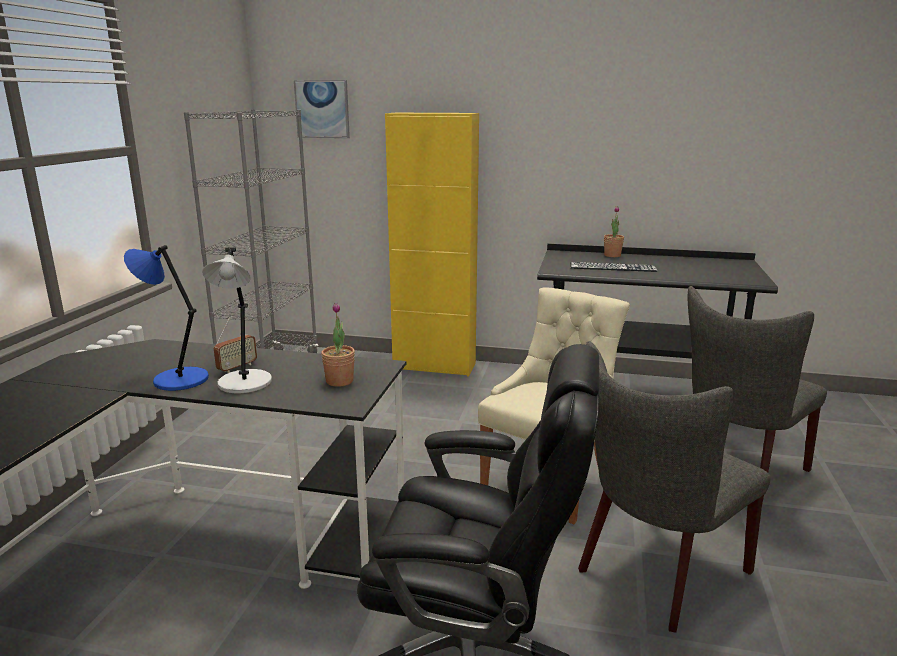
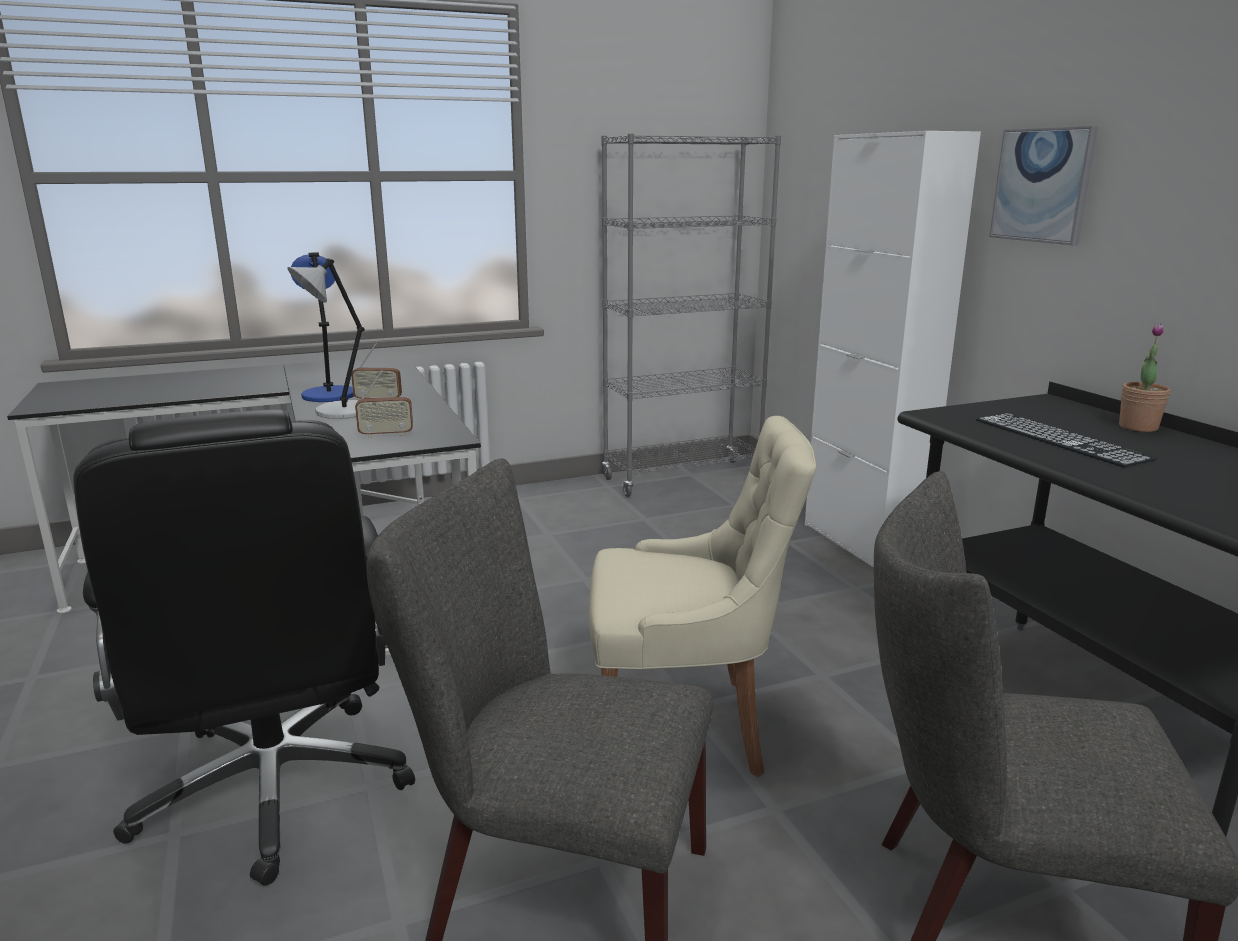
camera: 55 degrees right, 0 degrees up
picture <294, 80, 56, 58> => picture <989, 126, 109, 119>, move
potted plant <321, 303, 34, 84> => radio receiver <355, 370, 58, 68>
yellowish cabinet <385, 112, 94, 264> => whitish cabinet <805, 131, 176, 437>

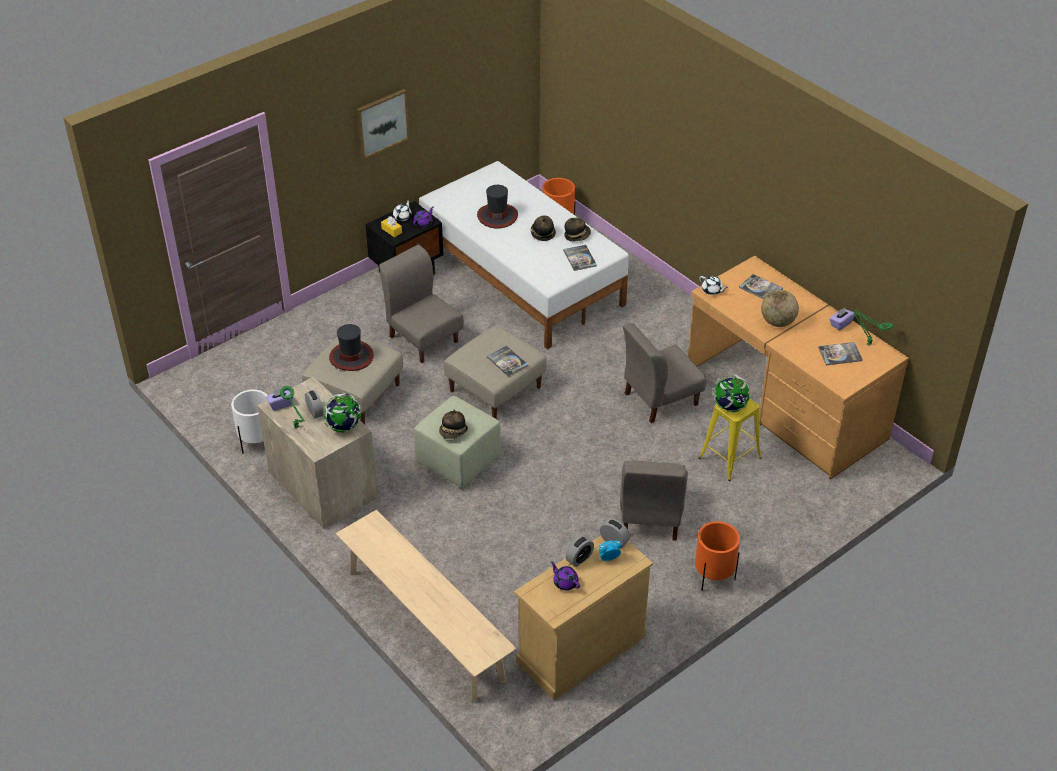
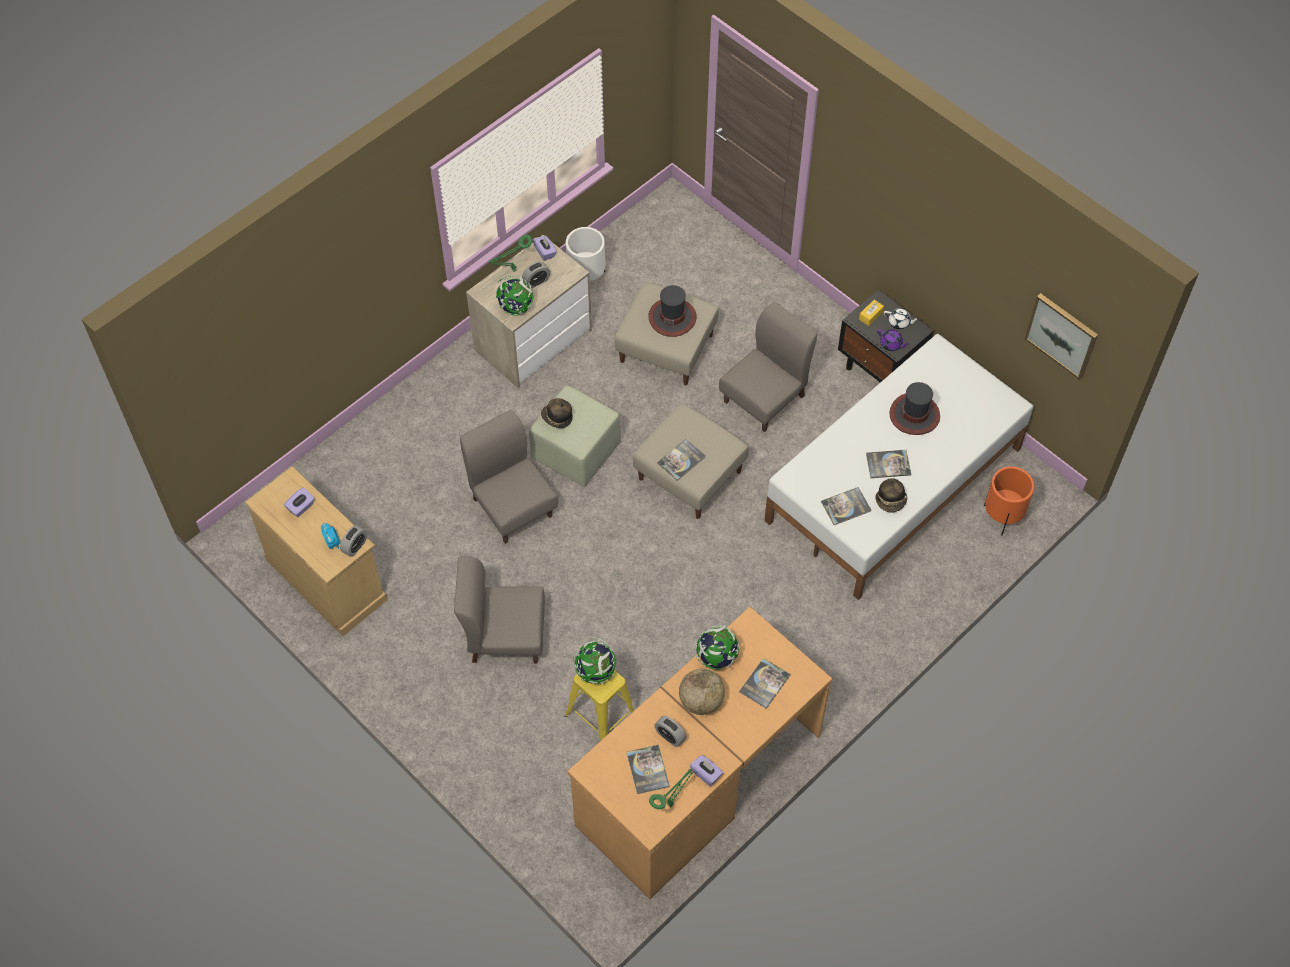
camera: 85 degrees right, 15 degrees up
beige long seat <336, 510, 181, 192> => nothing
picture <357, 89, 53, 71> => picture <1024, 293, 74, 87>, move
hat <531, 216, 25, 25> => book <866, 450, 45, 28>
purple-coloured pot for tea <551, 561, 29, 29> => purple-coloured tissue holder <284, 487, 31, 30>
alarm clock <566, 536, 28, 31> => alarm clock <654, 716, 32, 31>, move
greyish chair <623, 323, 83, 100> => greyish chair <460, 410, 98, 134>, move
orangey plant pot <695, 521, 45, 70> => nothing
whitish pot for tea <699, 276, 29, 19> => nothing
nothing => globe <696, 625, 44, 45>

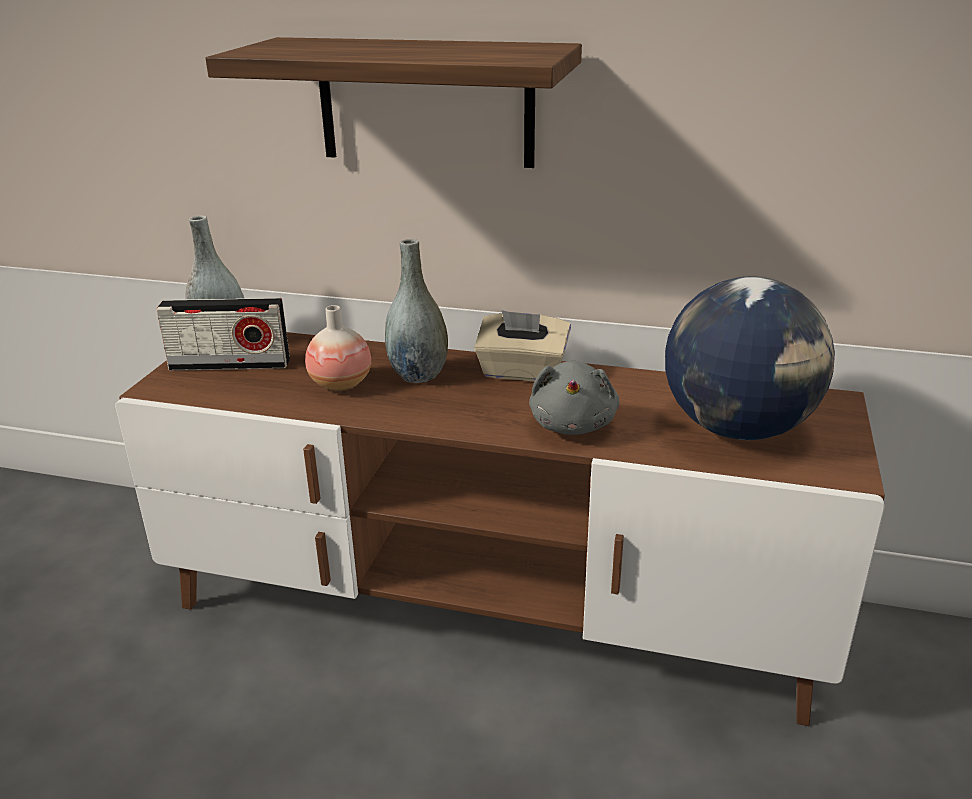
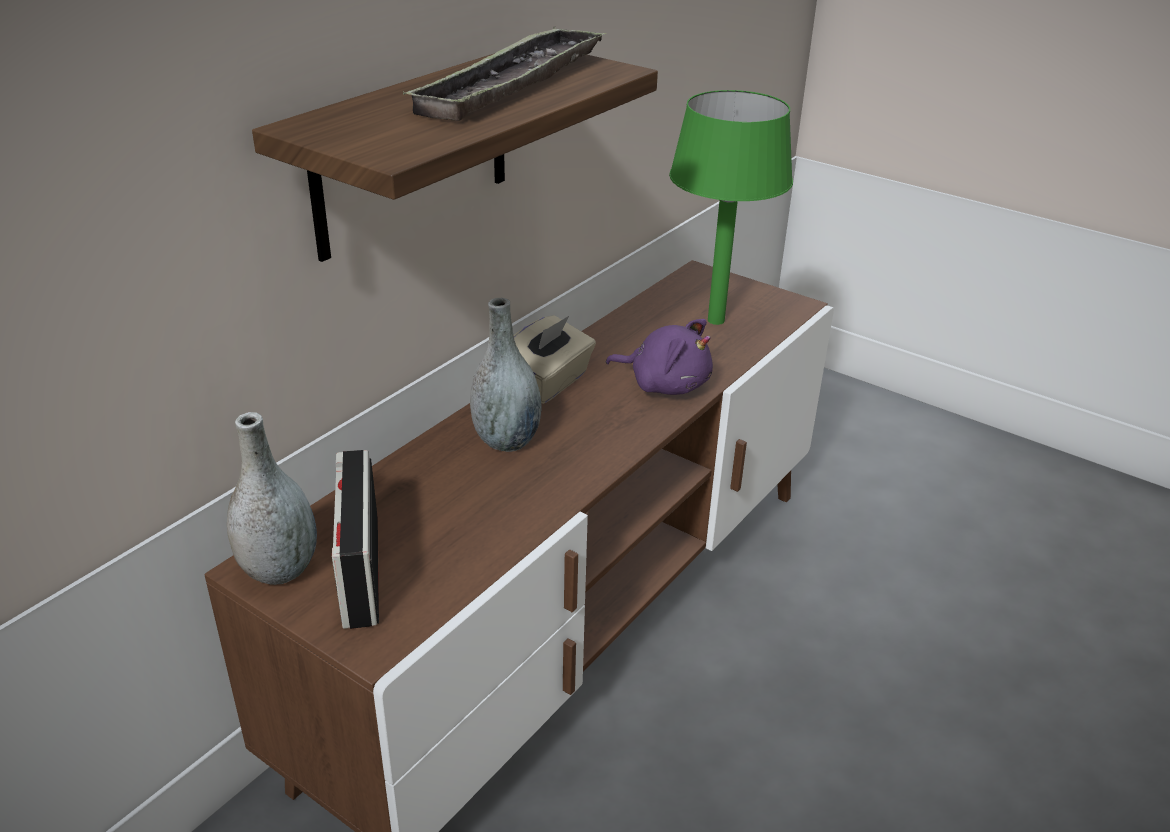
camera: 70 degrees left, 5 degrees up
radio receiver <156, 298, 134, 73> => radio receiver <332, 450, 47, 179>, 150 degrees clockwise
vase <305, 305, 66, 86> => nothing
greyish cuddly toy <529, 361, 90, 74> => purple-coloured cuddly toy <606, 319, 107, 76>
globe <665, 277, 170, 163> => green-coloured table lamp <669, 90, 124, 235>
nothing => serving tray <403, 26, 203, 95>

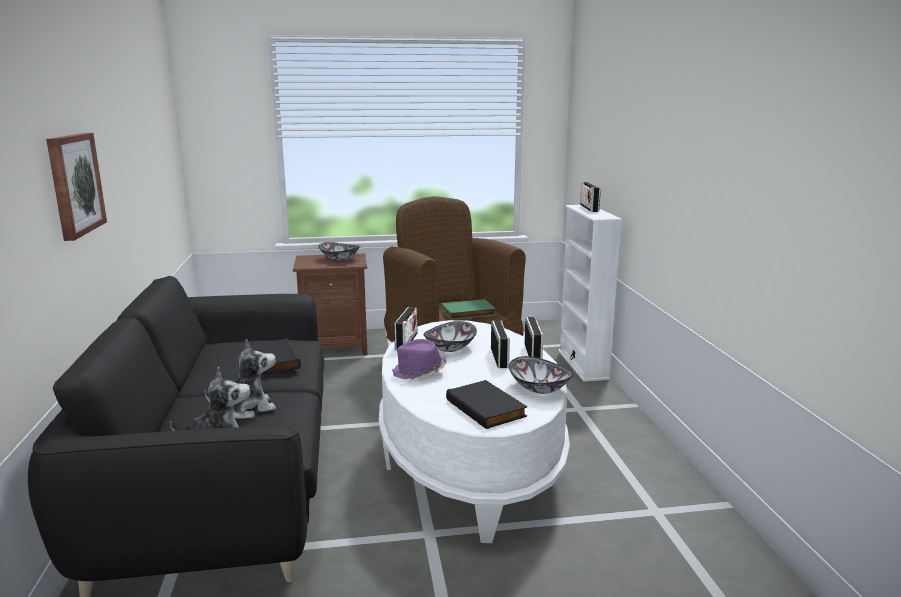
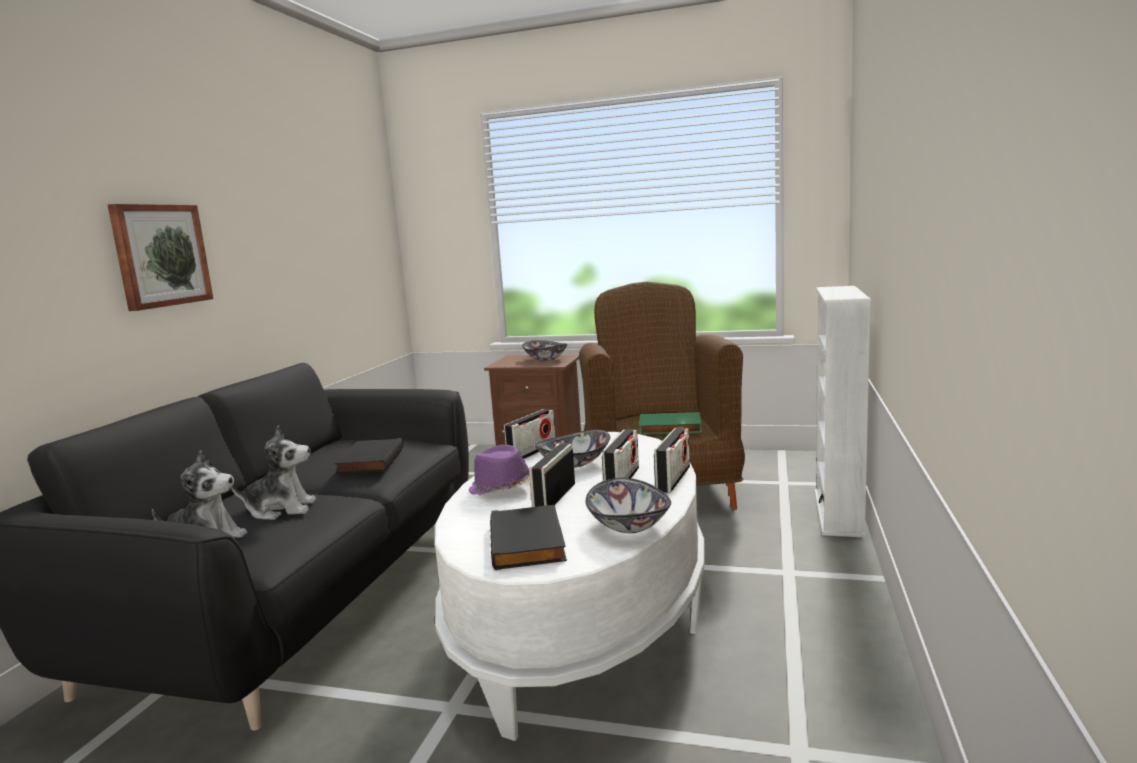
camera: 25 degrees right, 5 degrees down
radio receiver <580, 182, 21, 30> => radio receiver <529, 443, 46, 64>, move

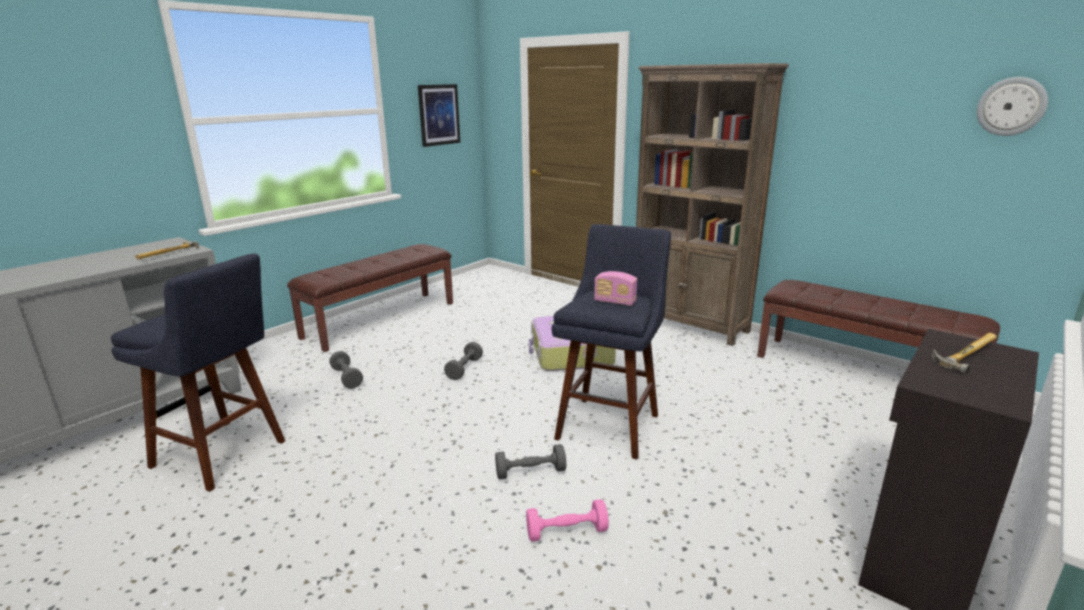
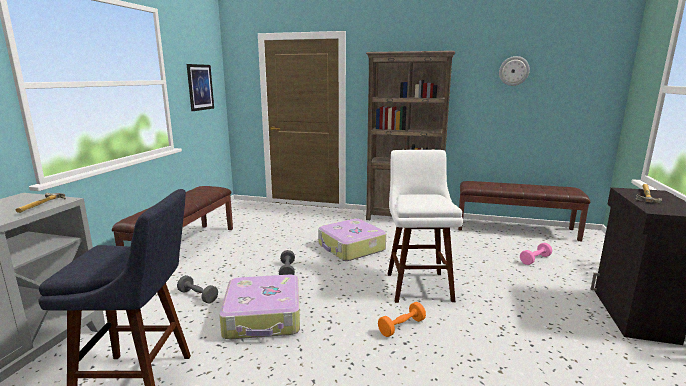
camera: 25 degrees left, 5 degrees down
greyish dumbbell <495, 444, 71, 36> => orangey dumbbell <378, 302, 48, 35>
pink-coloured dumbbell <526, 499, 83, 43> => pink-coloured dumbbell <520, 243, 32, 22>, move
blue sitting stool <552, 224, 119, 235> => whitish sitting stool <388, 150, 75, 153>
radio receiver <594, 271, 43, 35> => nothing
clock on the wall <977, 77, 71, 59> => clock on the wall <499, 56, 31, 30>, move
nothing => suitcase <219, 275, 81, 64>

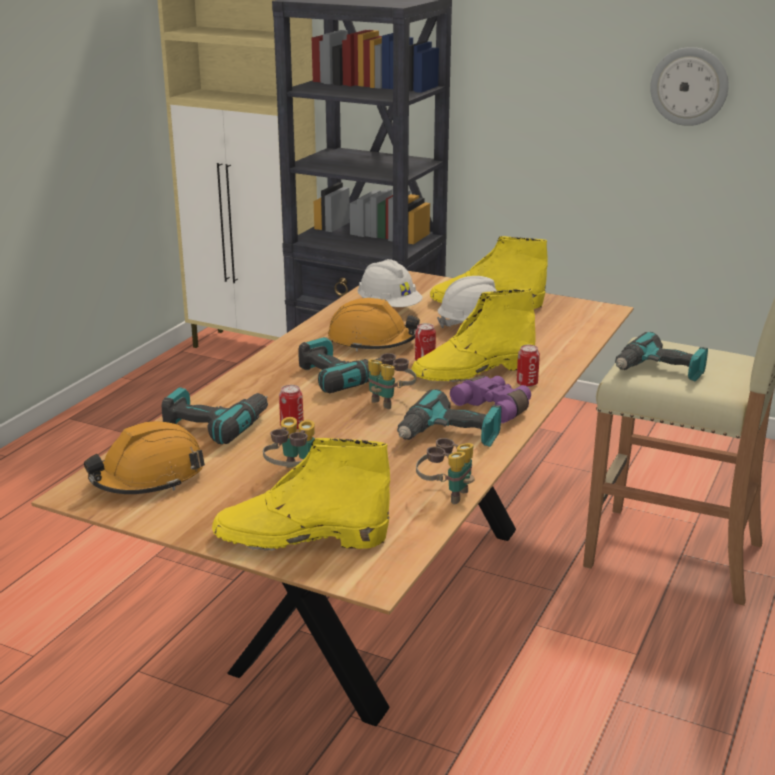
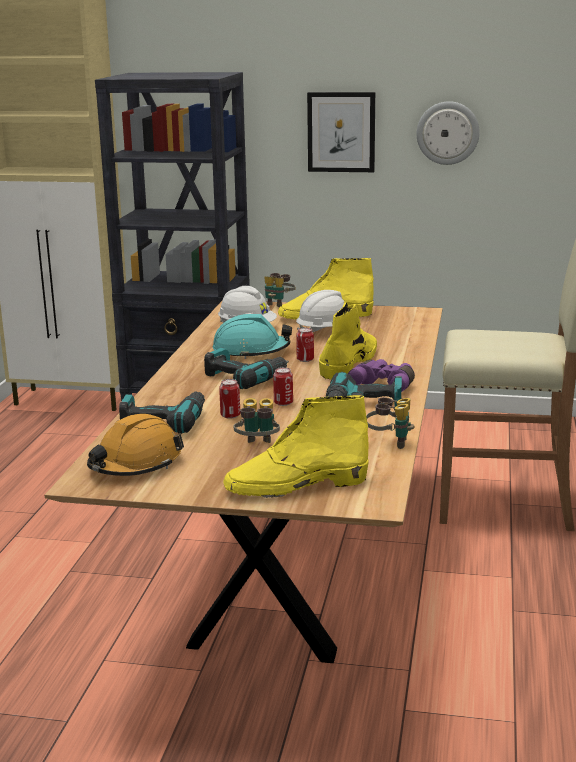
camera: 15 degrees left, 5 degrees down
orangey safety helmet <328, 298, 92, 54> => blue-green safety helmet <213, 314, 79, 45>
pair of binoculars <368, 353, 48, 56> => pair of binoculars <264, 273, 32, 34>, move
yellowish tall boot <411, 289, 124, 93> => yellowish tall boot <319, 302, 58, 77>, 150 degrees clockwise
metal can <516, 345, 24, 42> => metal can <273, 367, 20, 39>, move
electric drill <615, 332, 93, 49> => nothing
nothing => picture <307, 92, 68, 80>

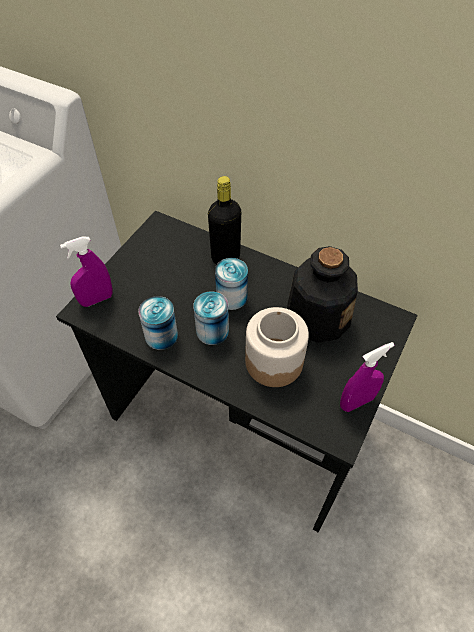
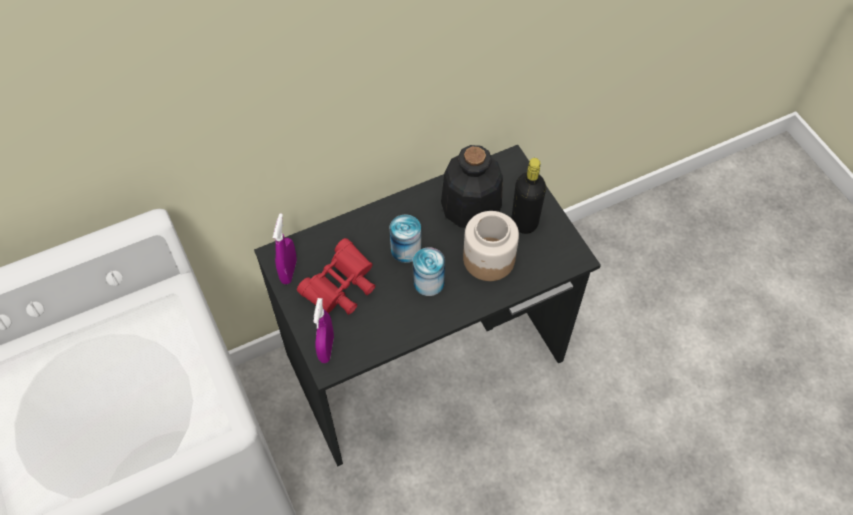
camera: 55 degrees left, 5 degrees up
metal can <138, 296, 40, 54> => nothing
blackish bottle <208, 176, 33, 89> => blackish bottle <512, 158, 34, 76>, move
purple-coloured hand sprayer <340, 342, 54, 70> => purple-coloured hand sprayer <273, 213, 24, 71>, move
nothing => red pair of binoculars <297, 238, 78, 77>

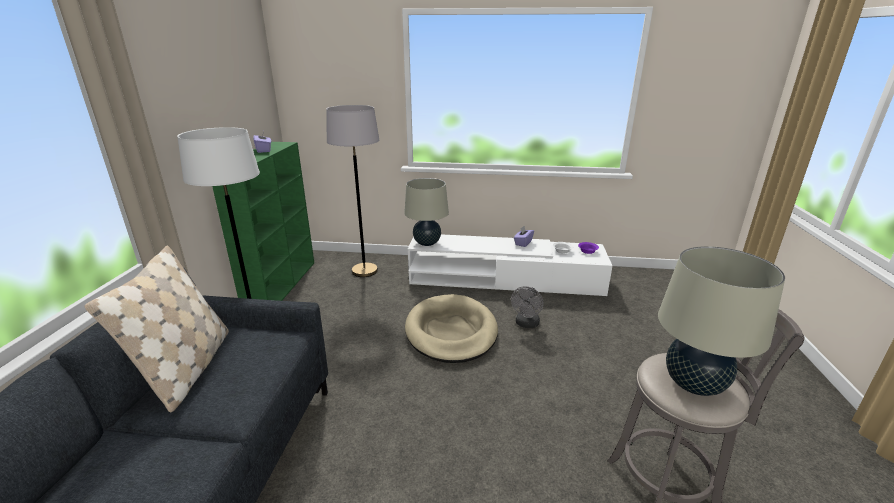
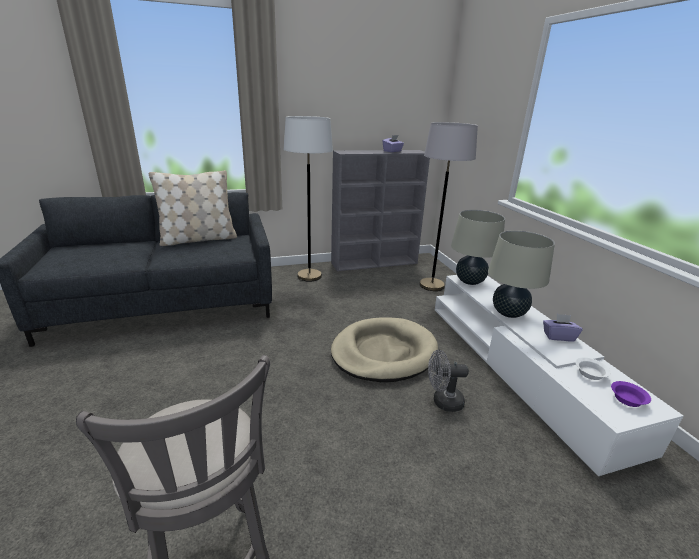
camera: 65 degrees right, 0 degrees up
green-coloured shelving unit <212, 142, 102, 159> => greyish shelving unit <331, 150, 99, 121>
beige table lamp <658, 246, 127, 150> => beige table lamp <488, 230, 67, 88>, move

